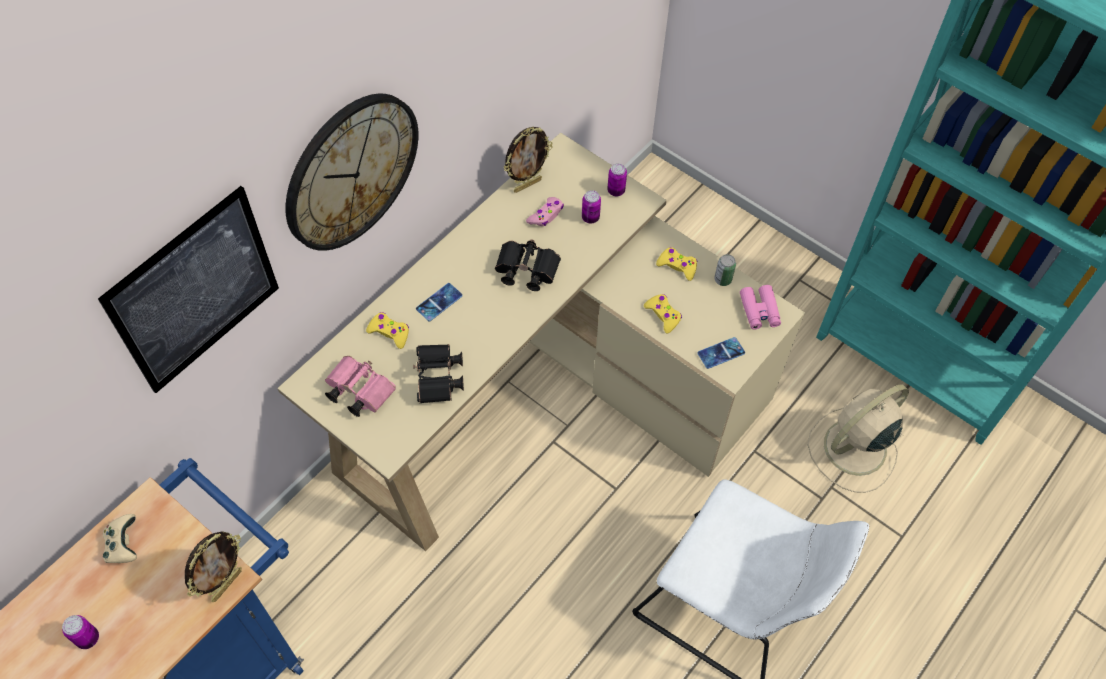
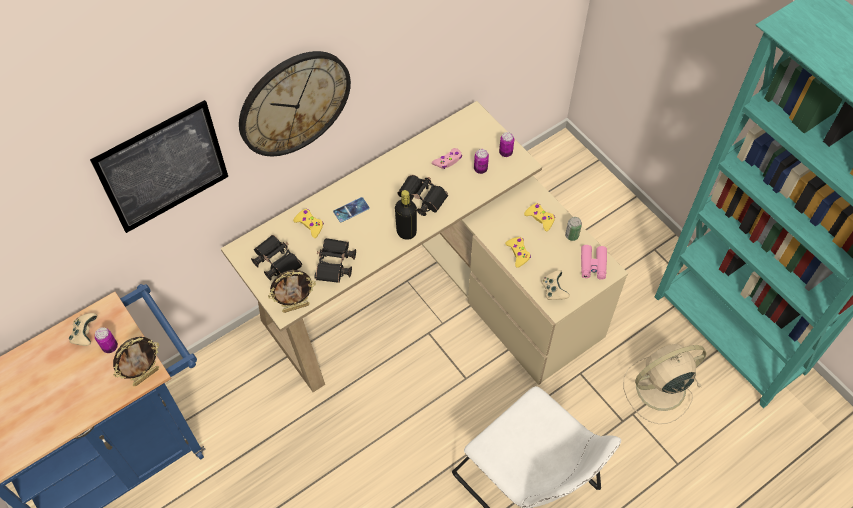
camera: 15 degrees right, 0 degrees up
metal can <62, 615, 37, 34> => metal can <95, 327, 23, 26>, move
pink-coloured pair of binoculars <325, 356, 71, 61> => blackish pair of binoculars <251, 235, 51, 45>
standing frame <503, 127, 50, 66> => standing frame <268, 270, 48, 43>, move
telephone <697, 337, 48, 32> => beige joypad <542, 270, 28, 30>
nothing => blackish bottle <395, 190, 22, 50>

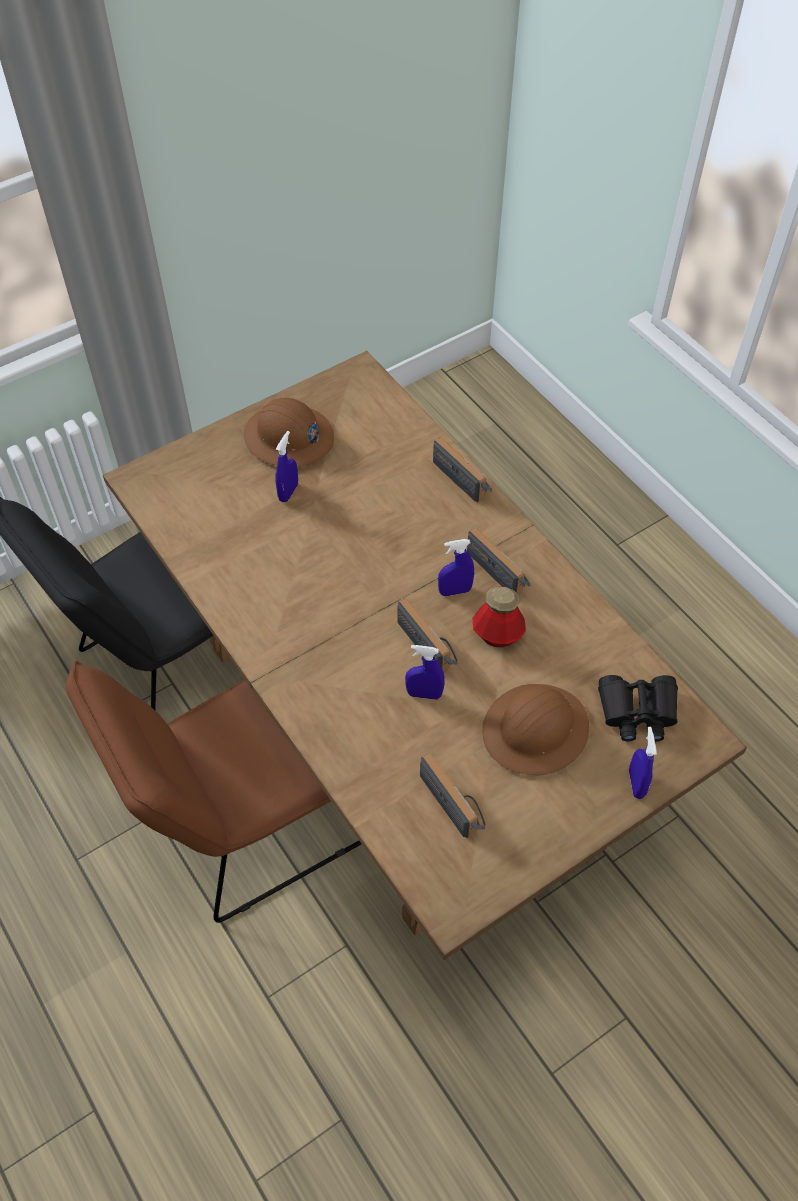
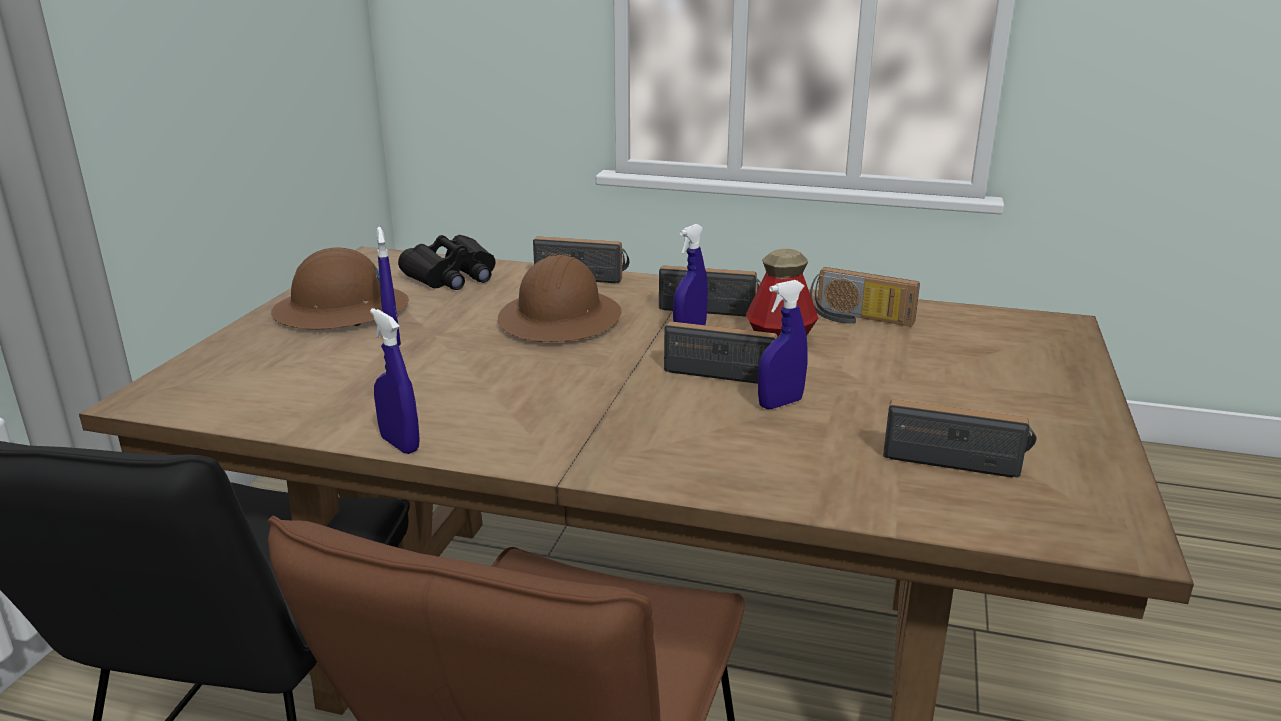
camera: 40 degrees left, 30 degrees down
brown-coloured safety helmet <482, 684, 107, 91> => brown-coloured safety helmet <498, 255, 124, 87>, move
blackish pair of binoculars <598, 675, 80, 67> => blackish pair of binoculars <398, 235, 98, 55>, move
blue hand sprayer <629, 727, 28, 72> => blue hand sprayer <370, 308, 50, 146>, move
nothing => radio receiver <810, 267, 110, 60>

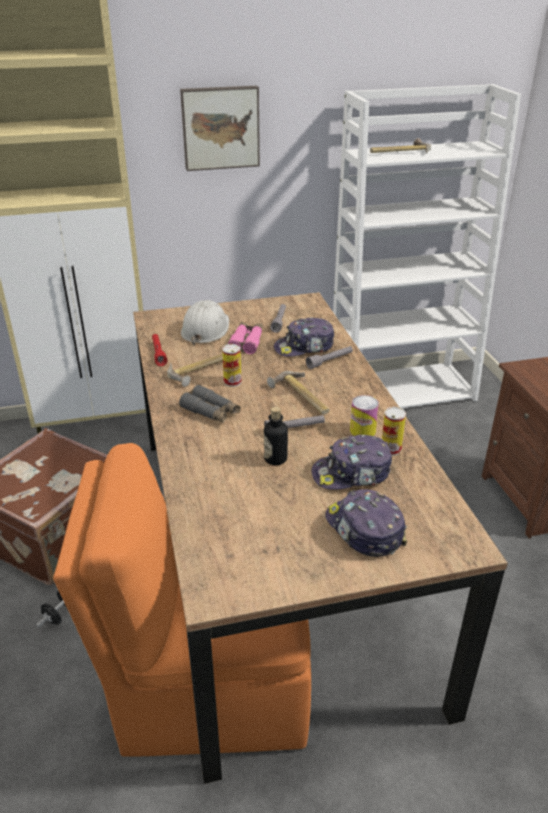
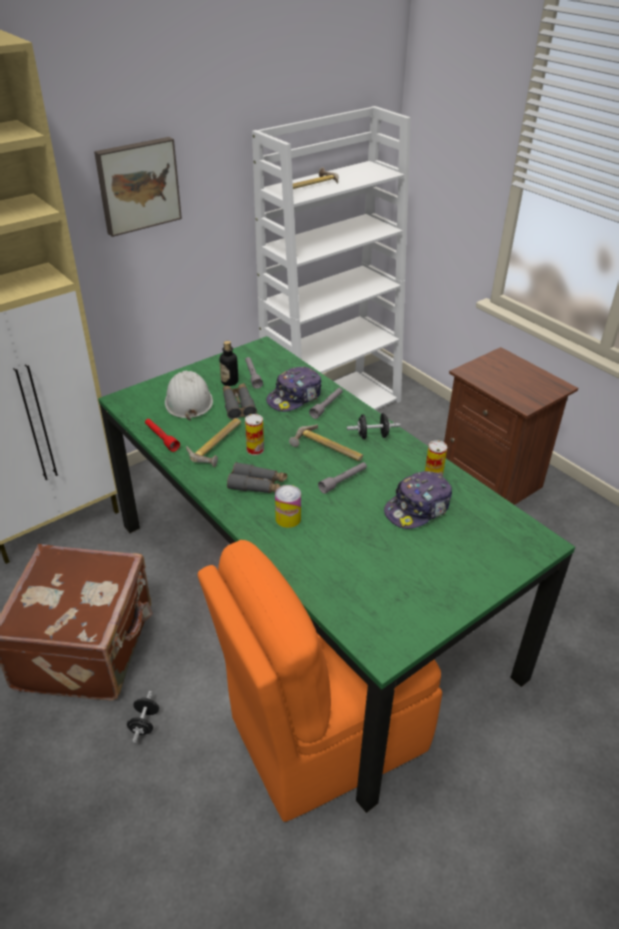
camera: 25 degrees left, 5 degrees up
brown-coloured dinner table <133, 292, 375, 492> => green-coloured dinner table <98, 336, 477, 477>
pink-coloured pair of binoculars <228, 322, 35, 32> => greyish pair of binoculars <223, 383, 34, 36>
bottle <264, 407, 24, 58> => bottle <219, 341, 19, 45>, move
cap <325, 489, 82, 68> => nothing
metal can <350, 395, 29, 41> => metal can <275, 485, 26, 43>, move
nothing => blackish dumbbell <347, 413, 54, 26>

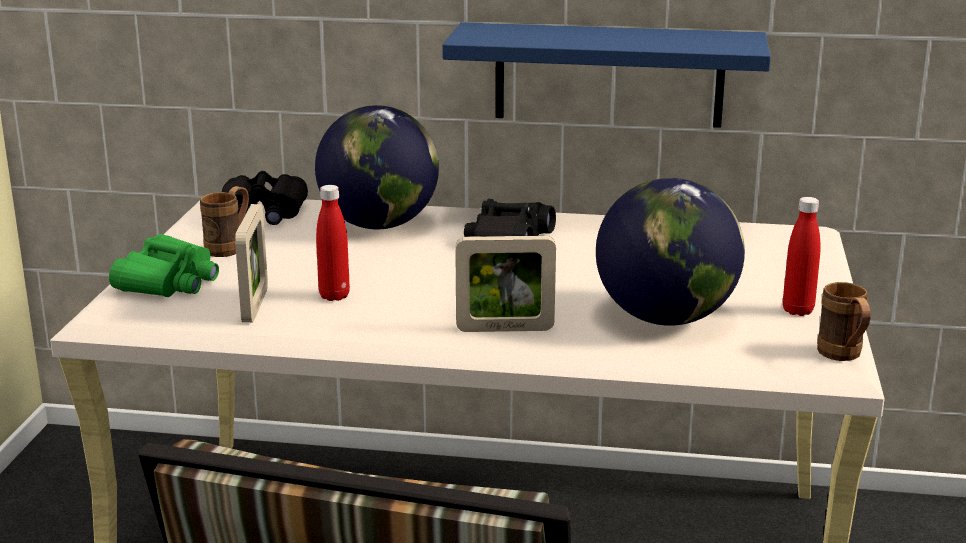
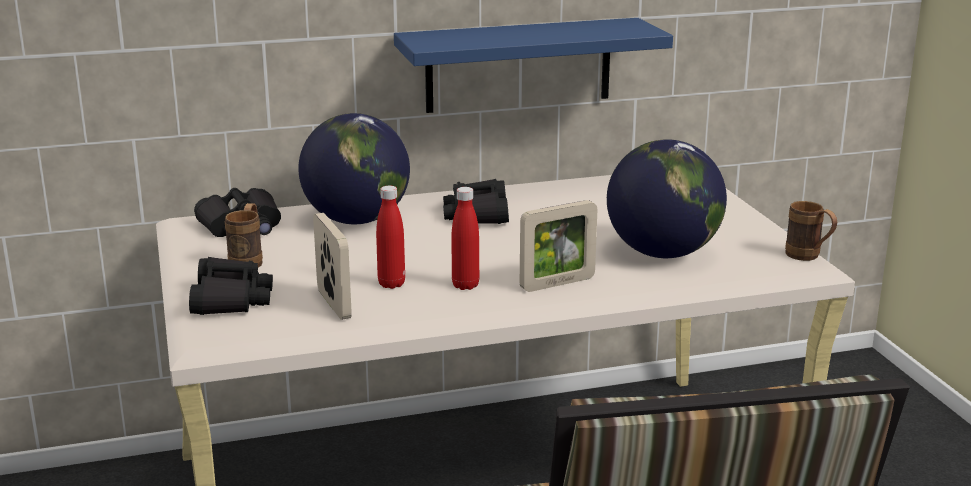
camera: 25 degrees left, 0 degrees up
green-coloured pair of binoculars <109, 234, 110, 63> => blackish pair of binoculars <189, 257, 84, 58>
red bottle <783, 197, 37, 119> => red bottle <451, 187, 29, 103>, move

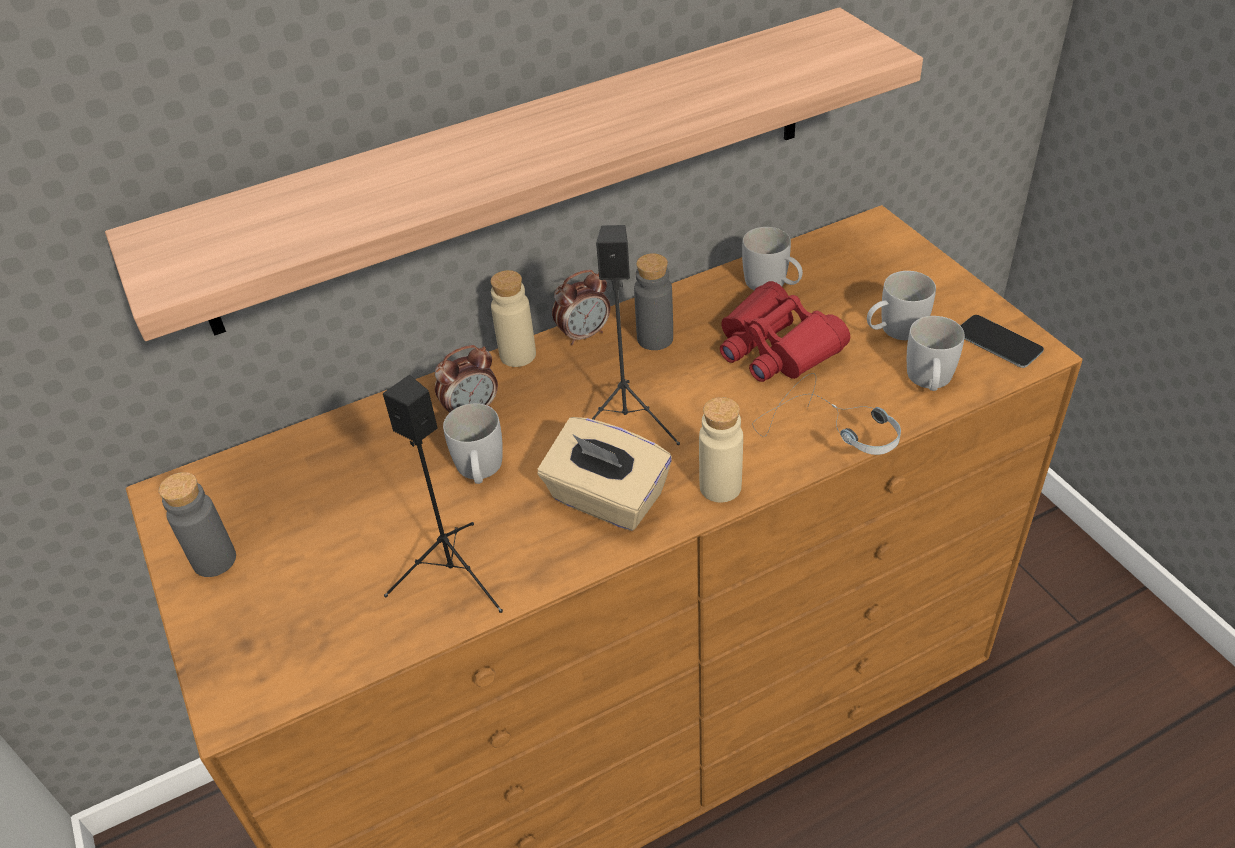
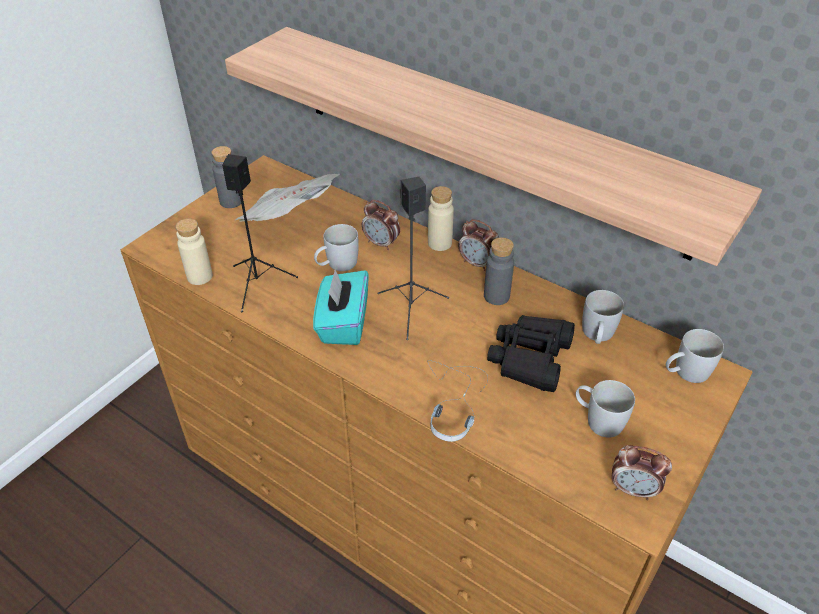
camera: 60 degrees right, 0 degrees up
beige tissue holder <537, 417, 135, 114> => blue-green tissue holder <313, 270, 55, 75>
beige bottle <699, 397, 44, 106> => beige bottle <176, 218, 37, 67>, move
red pair of binoculars <720, 281, 130, 101> => blackish pair of binoculars <487, 315, 88, 77>
whitish coffee mug <907, 316, 58, 75> => whitish coffee mug <666, 329, 58, 54>, move
telephone <960, 315, 84, 53> => alarm clock <612, 445, 60, 55>
nothing => newspaper <235, 174, 105, 48>

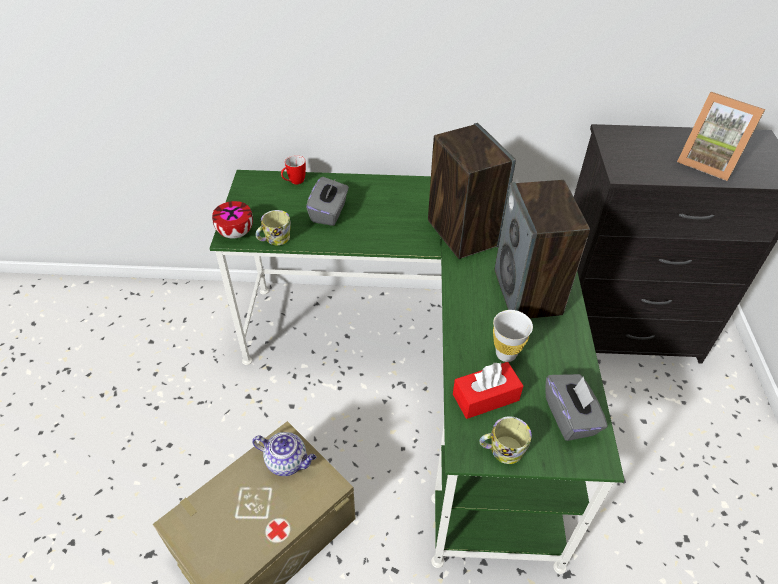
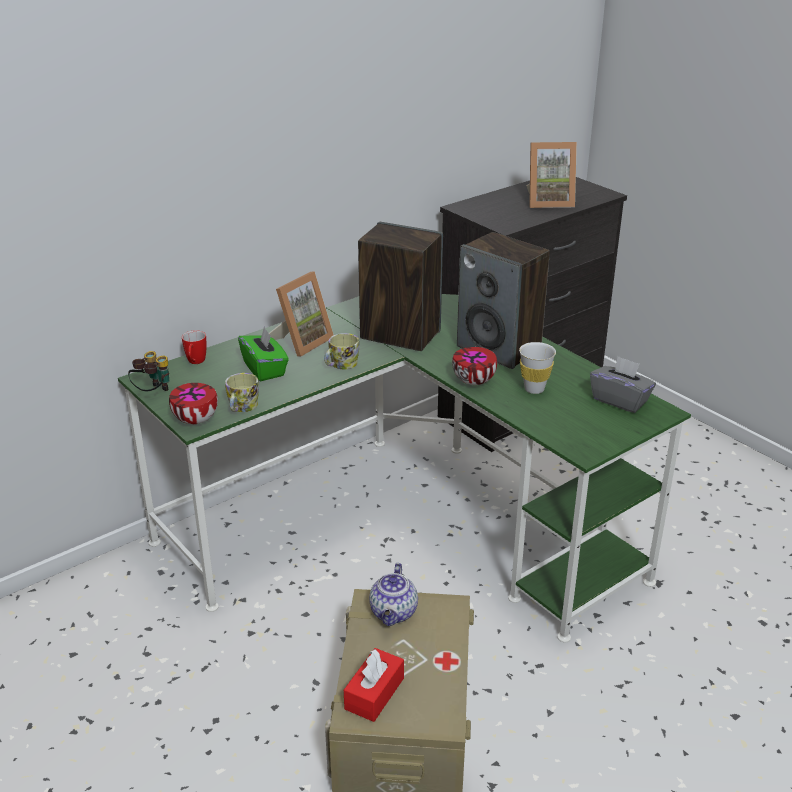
camera: 40 degrees left, 15 degrees down
pot for tea <252, 432, 64, 44> => pot for tea <369, 563, 49, 63>, 120 degrees clockwise
greyish tissue holder <306, 177, 43, 49> => green-coloured tissue holder <238, 327, 51, 54>
red tissue holder <453, 362, 70, 57> => red tissue holder <344, 648, 60, 74>, move
coffee mug <479, 416, 53, 48> => coffee mug <324, 333, 36, 36>, move
nothing => pair of binoculars <128, 351, 41, 40>
nothing => standing frame <269, 271, 65, 86>
nothing => bowl <452, 347, 45, 38>

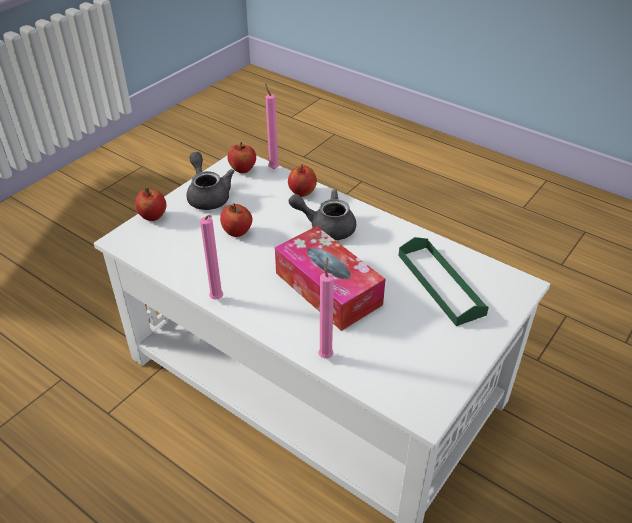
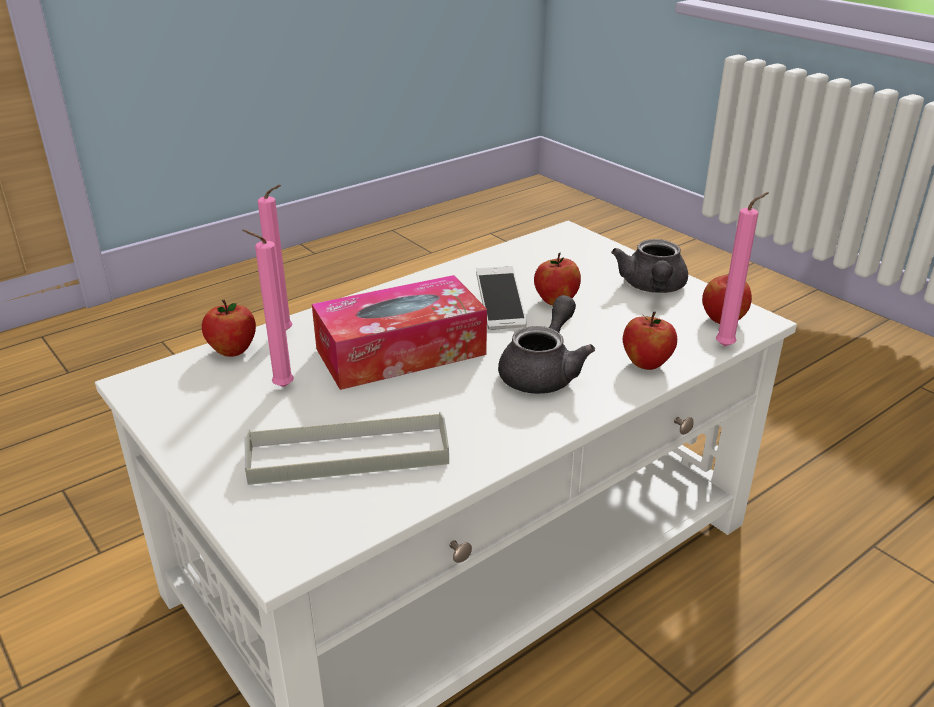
camera: 105 degrees right, 10 degrees down
apple fruit <135, 188, 31, 33> => apple fruit <202, 300, 54, 57>, move
greyish pot for tea <187, 152, 48, 58> => greyish pot for tea <611, 239, 77, 54>, 105 degrees clockwise
pink-coloured wax candle <200, 215, 23, 85> => pink-coloured wax candle <242, 229, 52, 158>, move
green-coloured serving tray <399, 237, 90, 89> => greyish serving tray <245, 412, 204, 73>
nothing => telephone <476, 266, 51, 64>

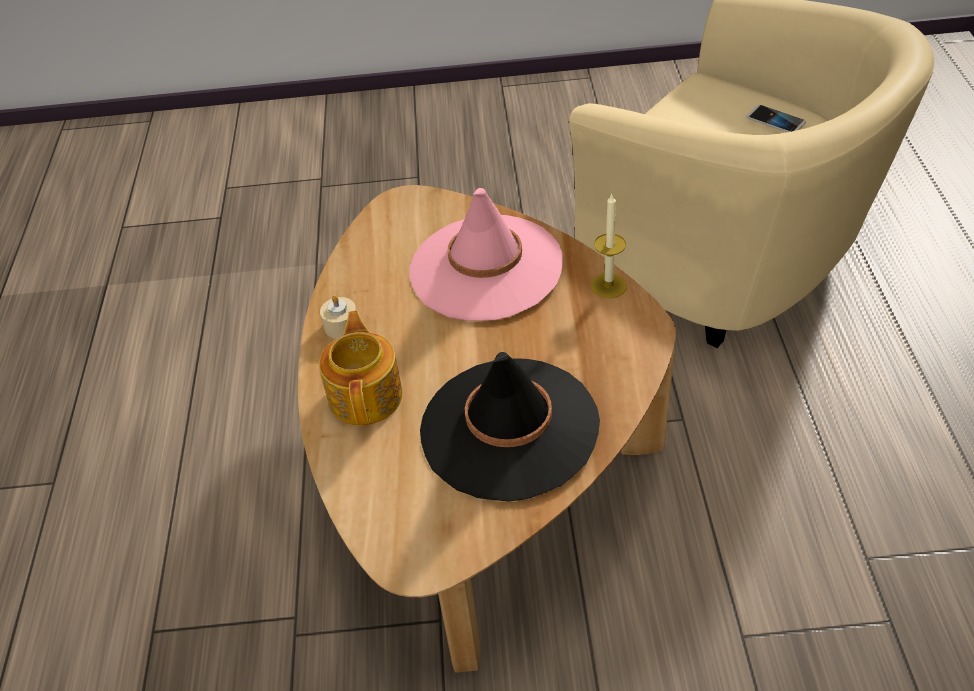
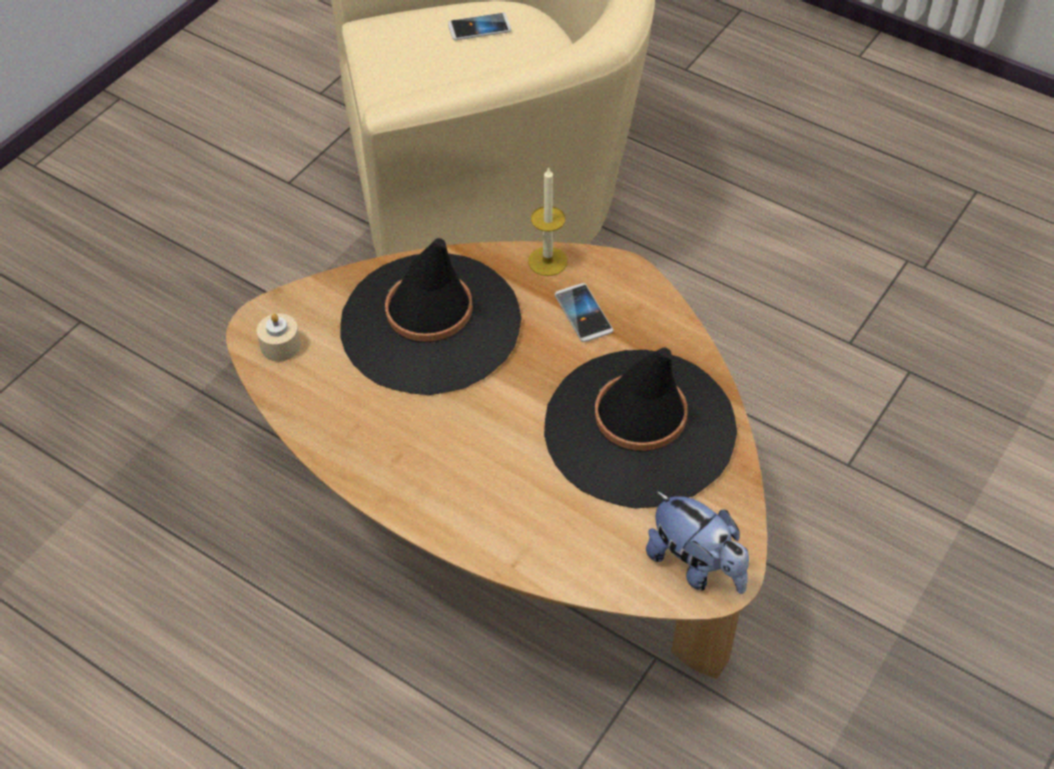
camera: 55 degrees left, 5 degrees up
pot for tea <319, 310, 83, 116> => nothing
beige wax candle <320, 295, 36, 44> => beige wax candle <257, 313, 44, 48>, move
pink-coloured hat <409, 188, 154, 133> => blackish hat <341, 238, 181, 157>
nothing => telephone <555, 283, 59, 59>
nothing => cuddly toy <646, 491, 103, 103>

